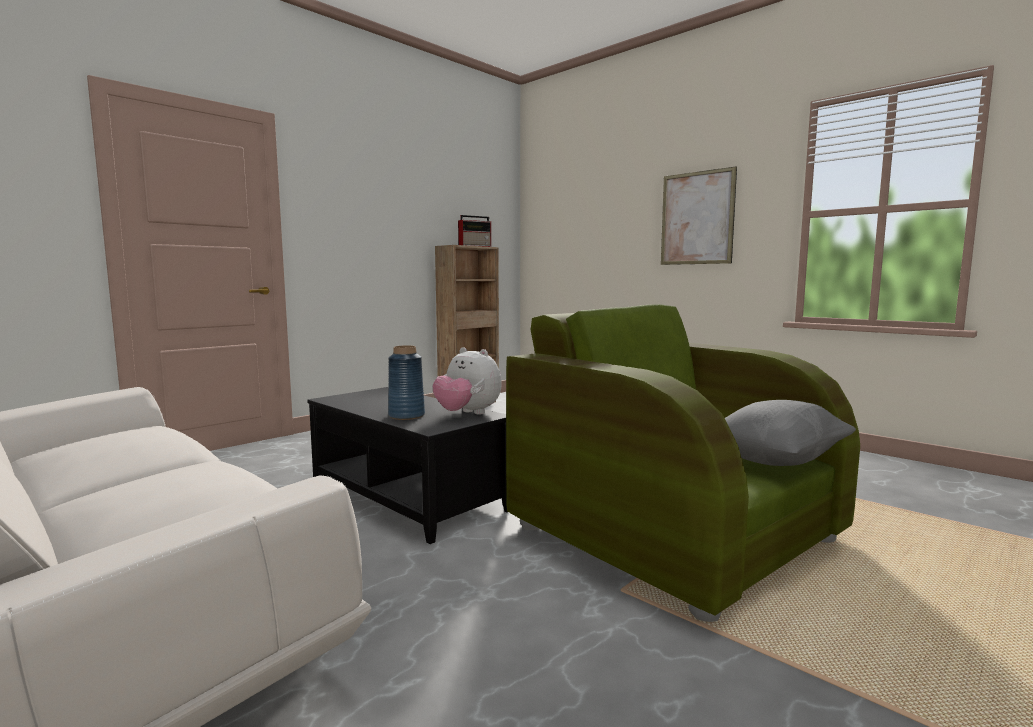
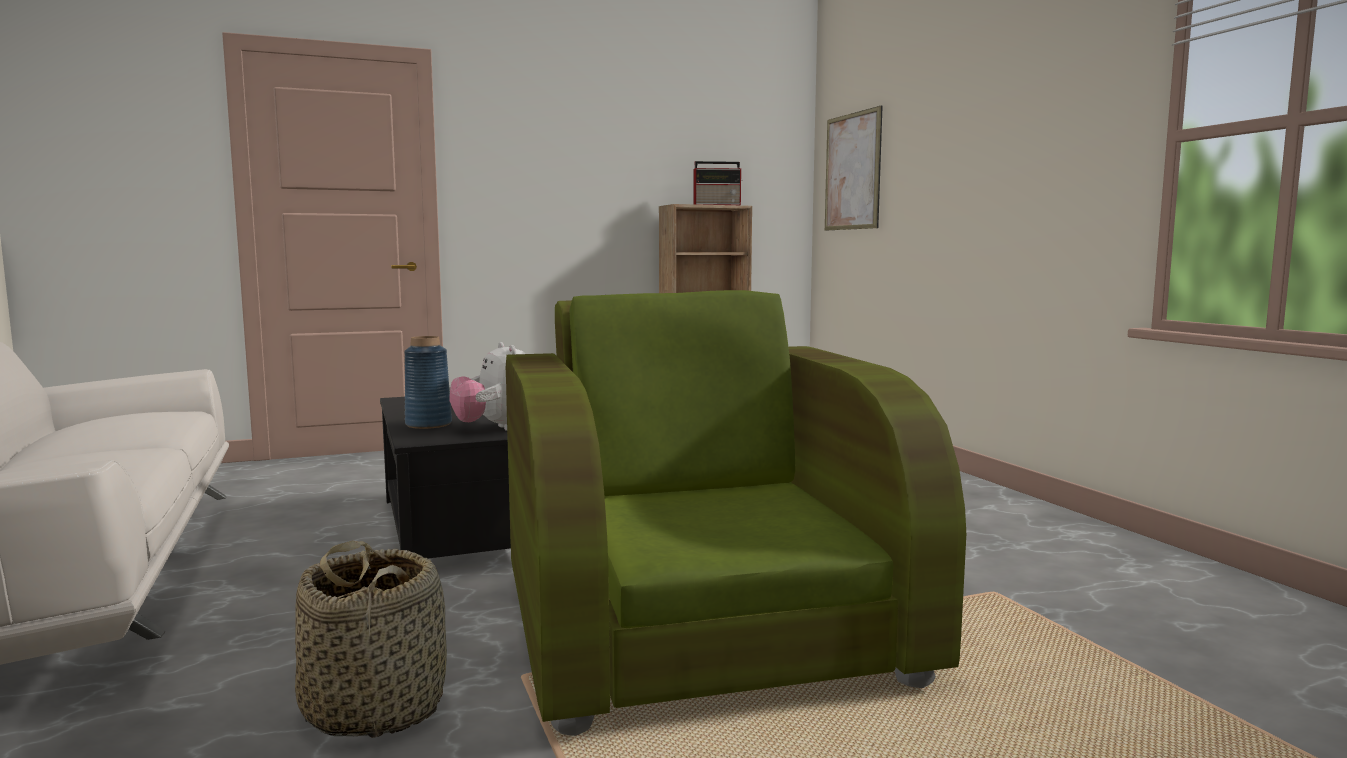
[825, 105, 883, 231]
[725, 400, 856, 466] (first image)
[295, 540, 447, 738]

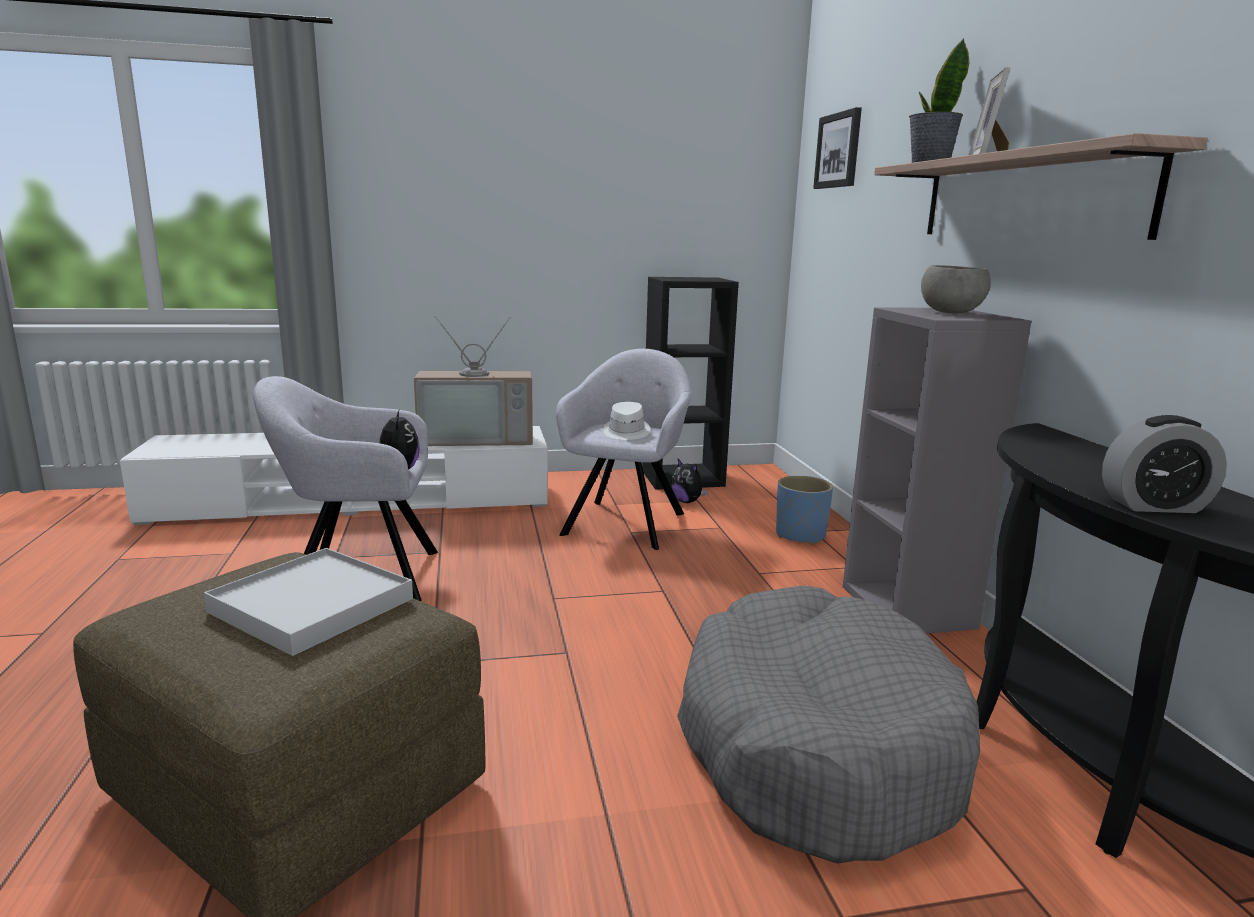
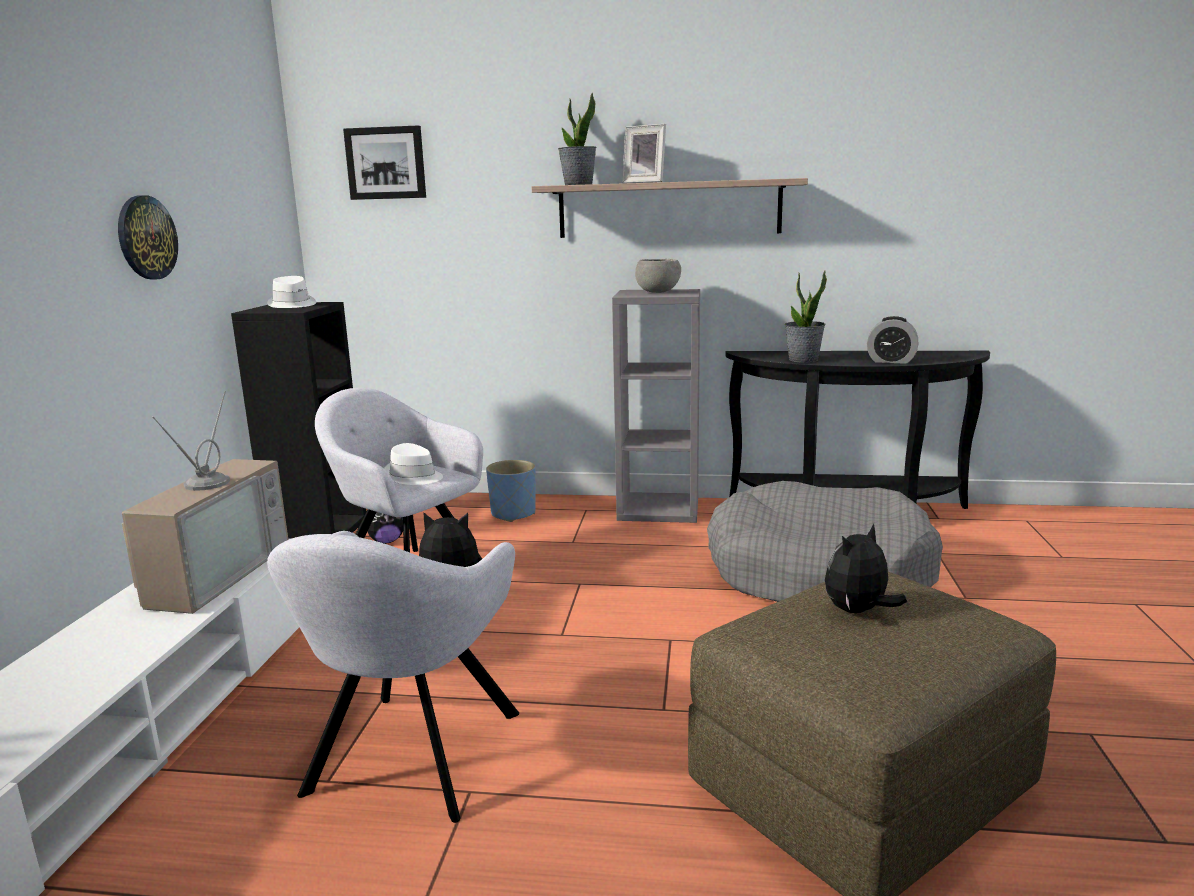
[867, 316, 918, 364]
[825, 523, 907, 613]
[118, 195, 178, 280]
[784, 271, 827, 363]
[267, 276, 316, 308]

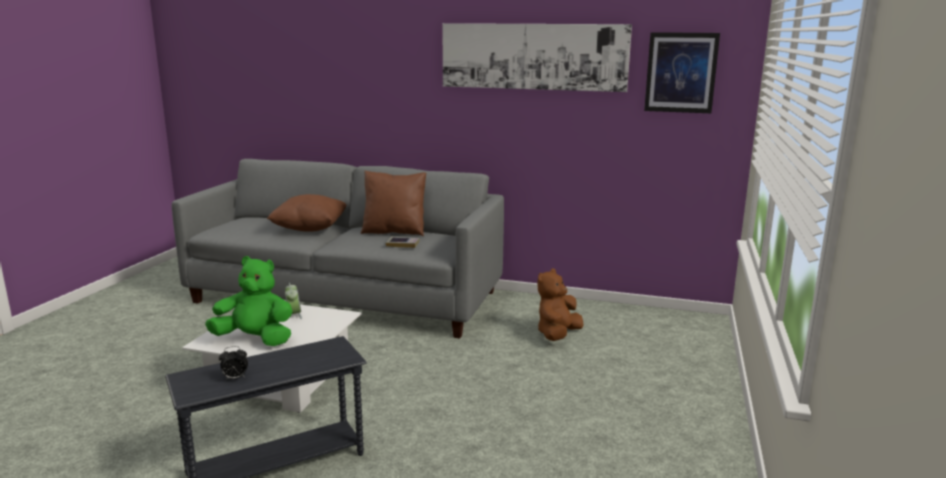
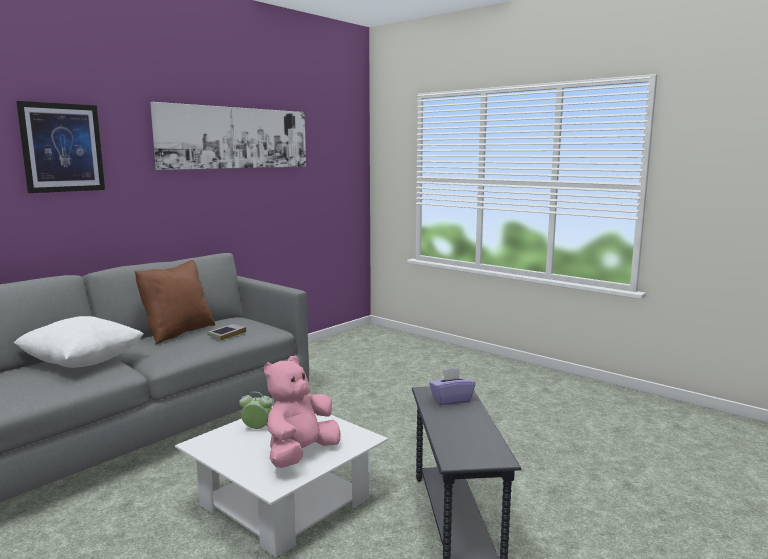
[16, 101, 105, 193]
[13, 316, 144, 368]
[264, 356, 341, 468]
[537, 269, 584, 341] (first image)
[219, 346, 248, 380] (first image)
[429, 368, 476, 405]

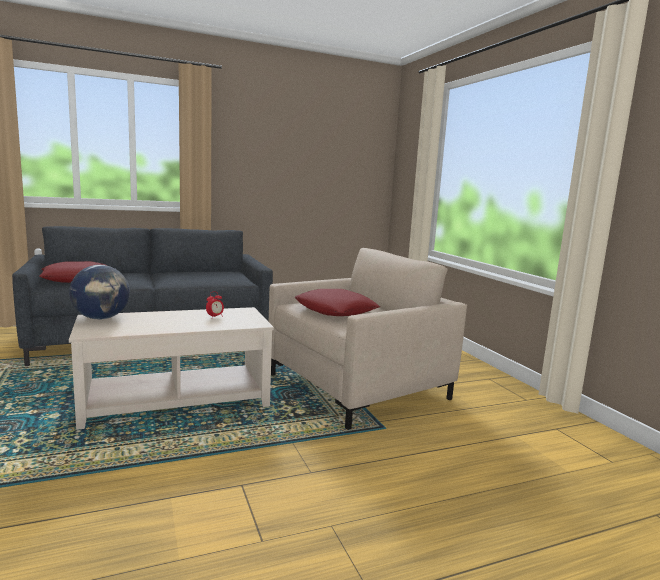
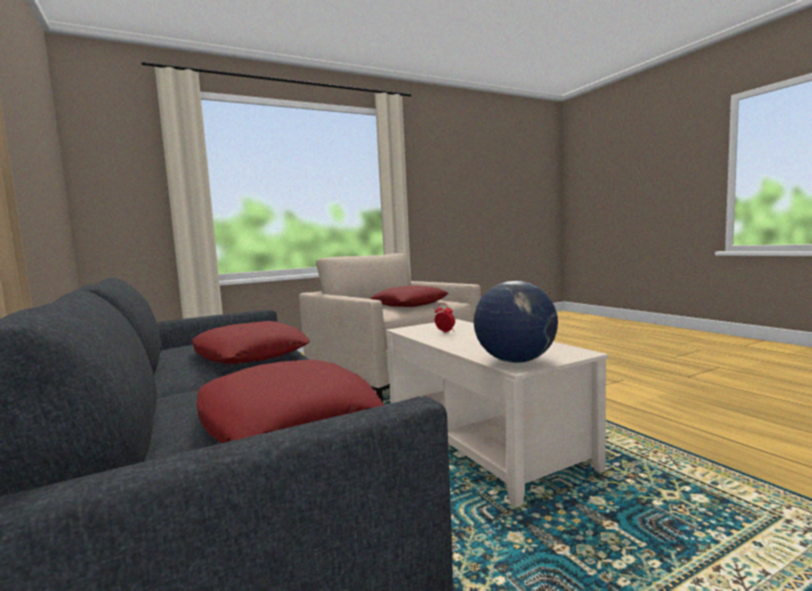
[191, 321, 310, 364]

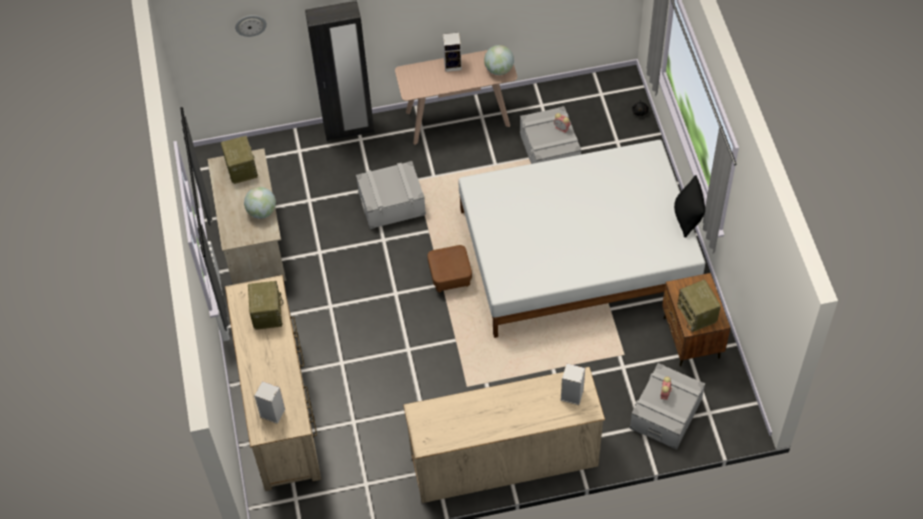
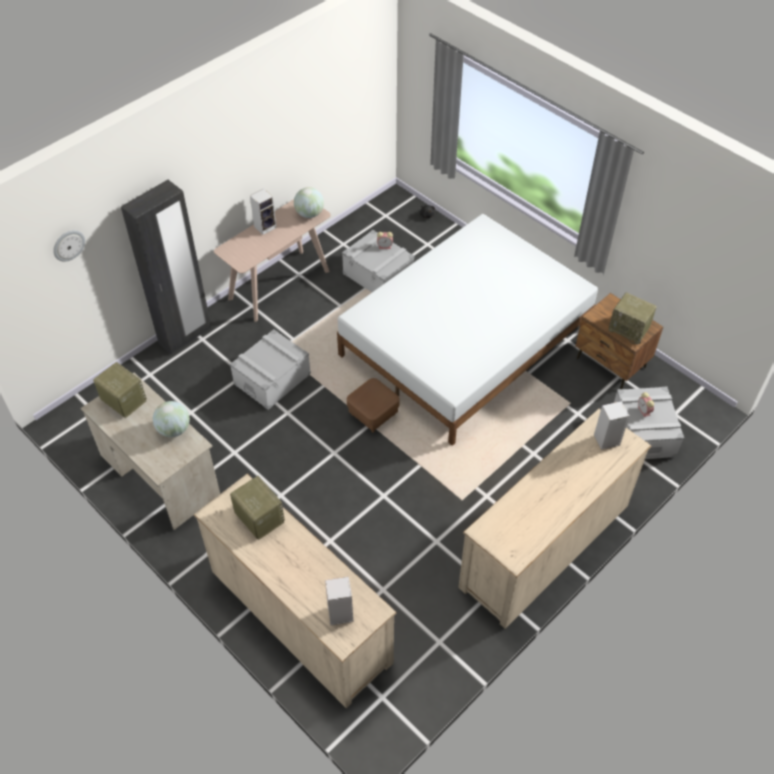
[674, 175, 705, 238] (first image)

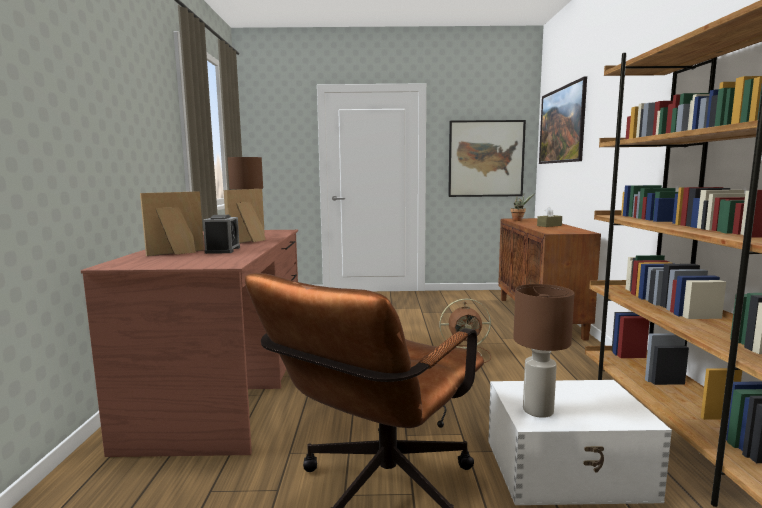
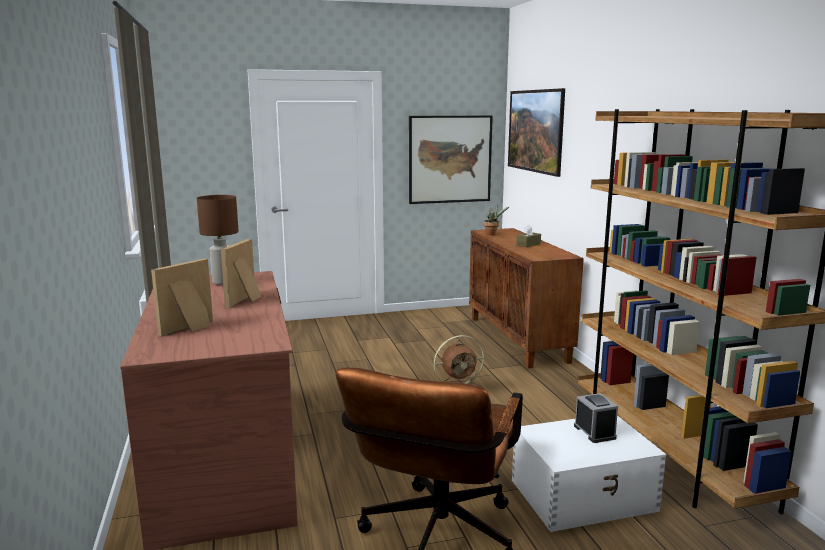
[574, 393, 618, 443]
[513, 284, 574, 418] (first image)

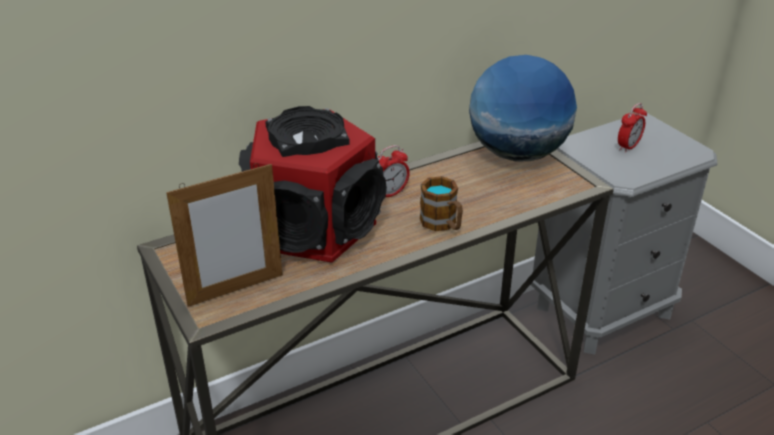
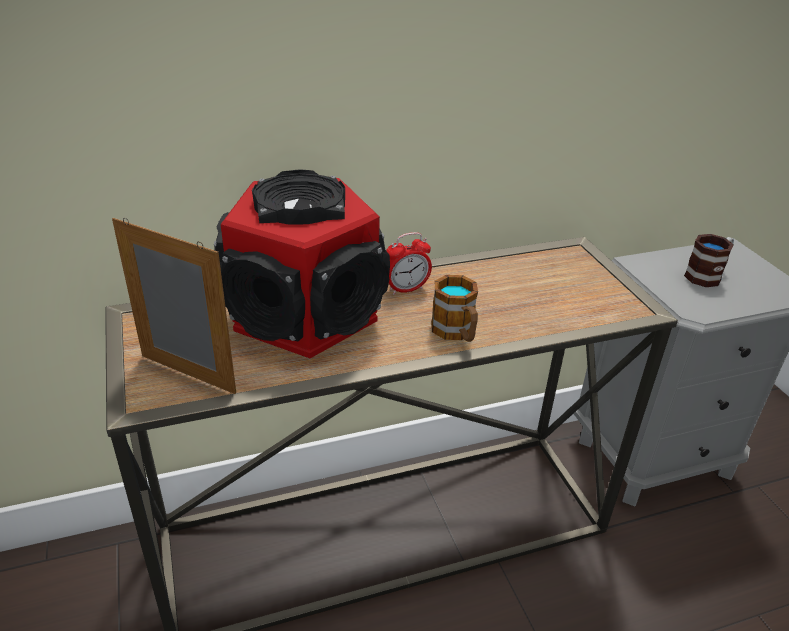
[469, 55, 577, 162] (first image)
[684, 234, 734, 287]
[112, 218, 236, 394]

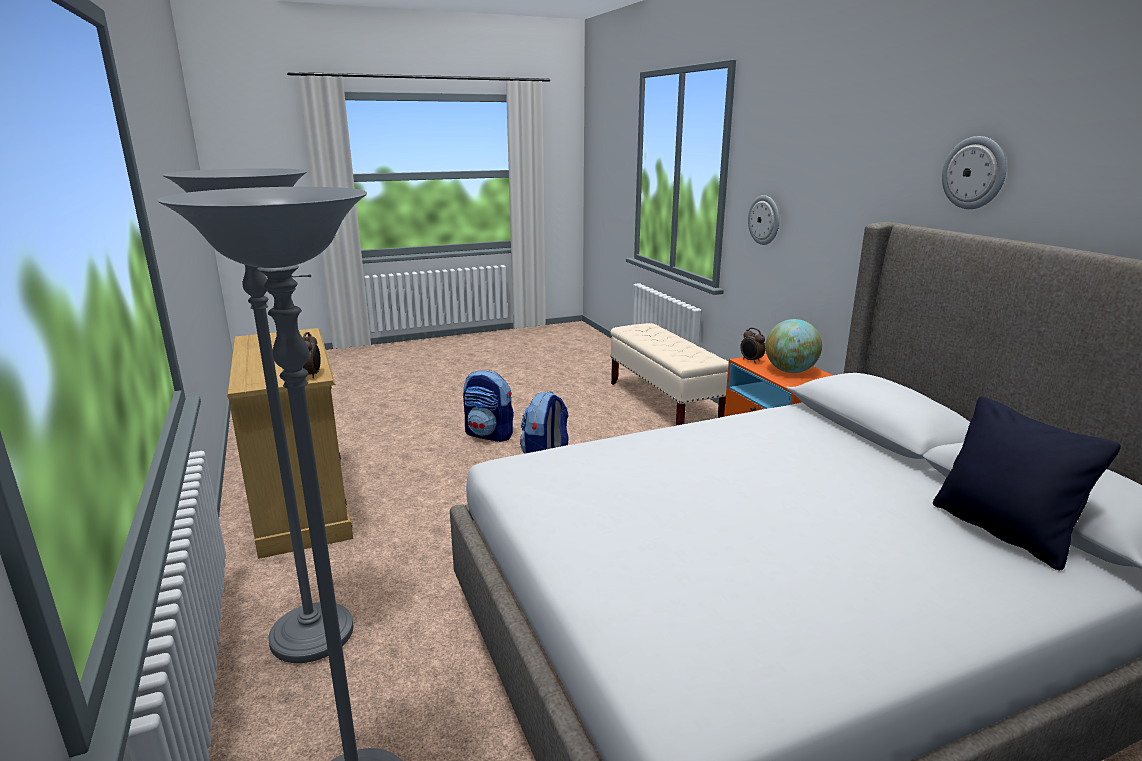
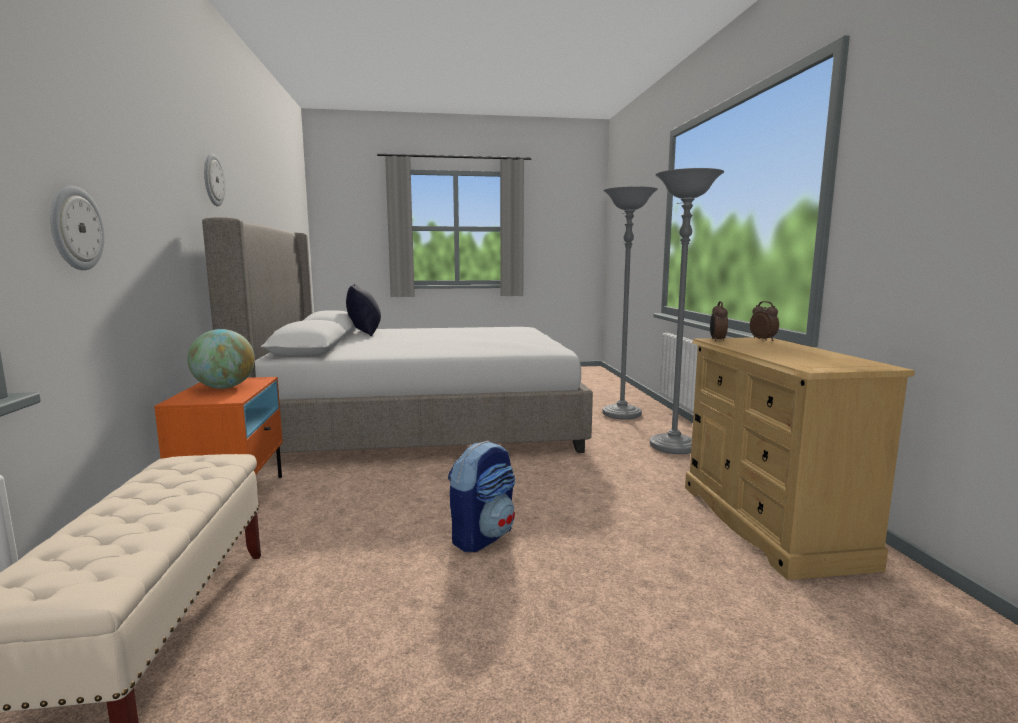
[750, 301, 779, 341]
[463, 370, 514, 442] (first image)

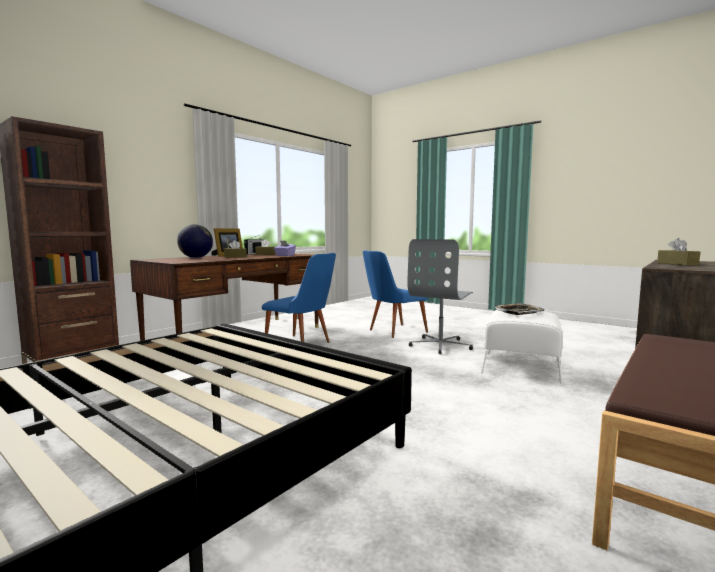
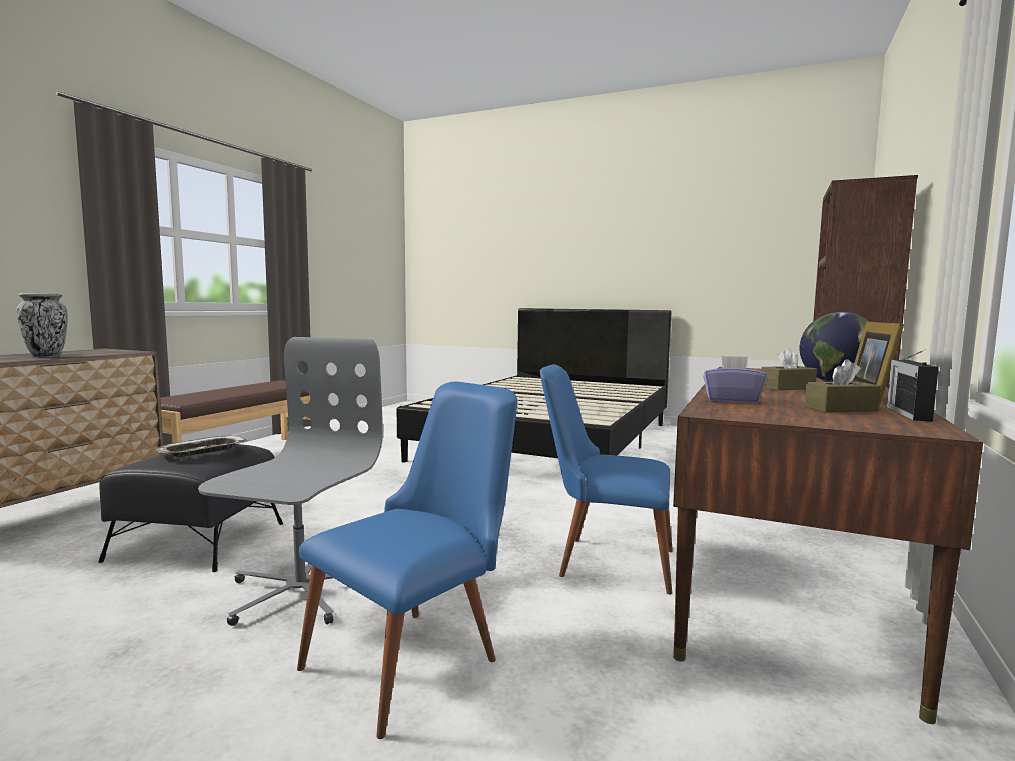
[16, 293, 68, 358]
[98, 444, 283, 572]

